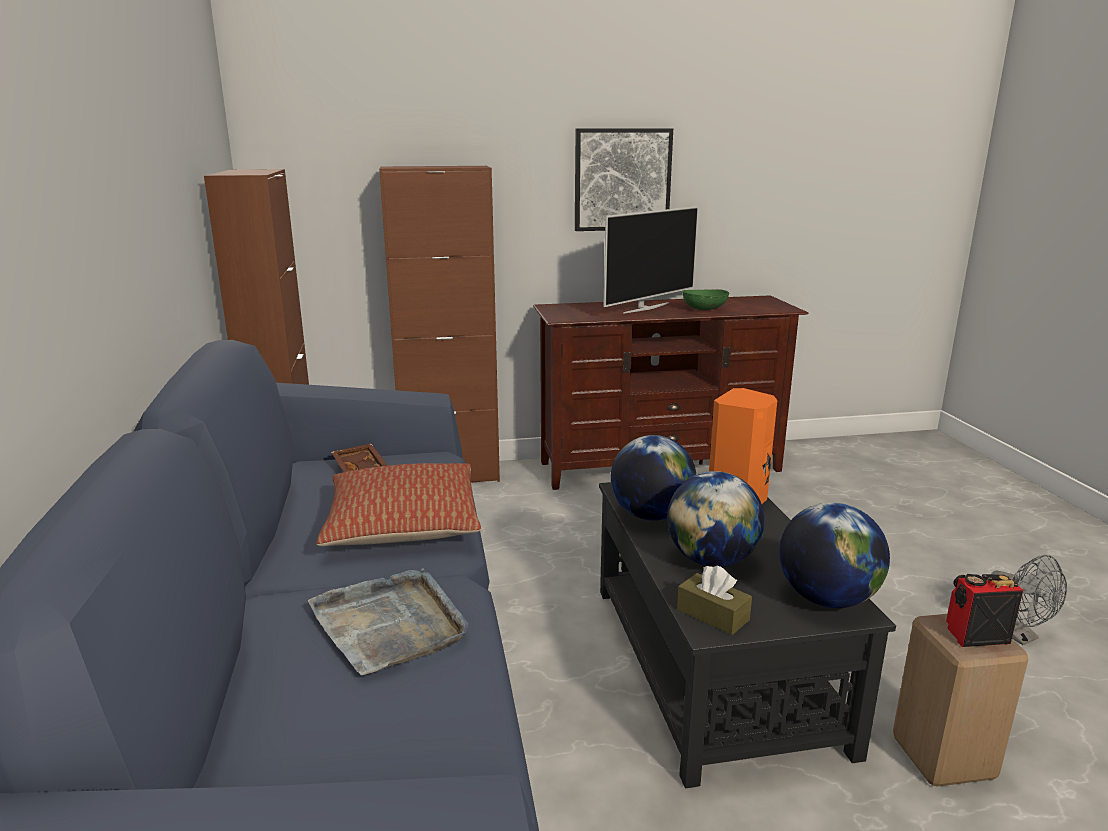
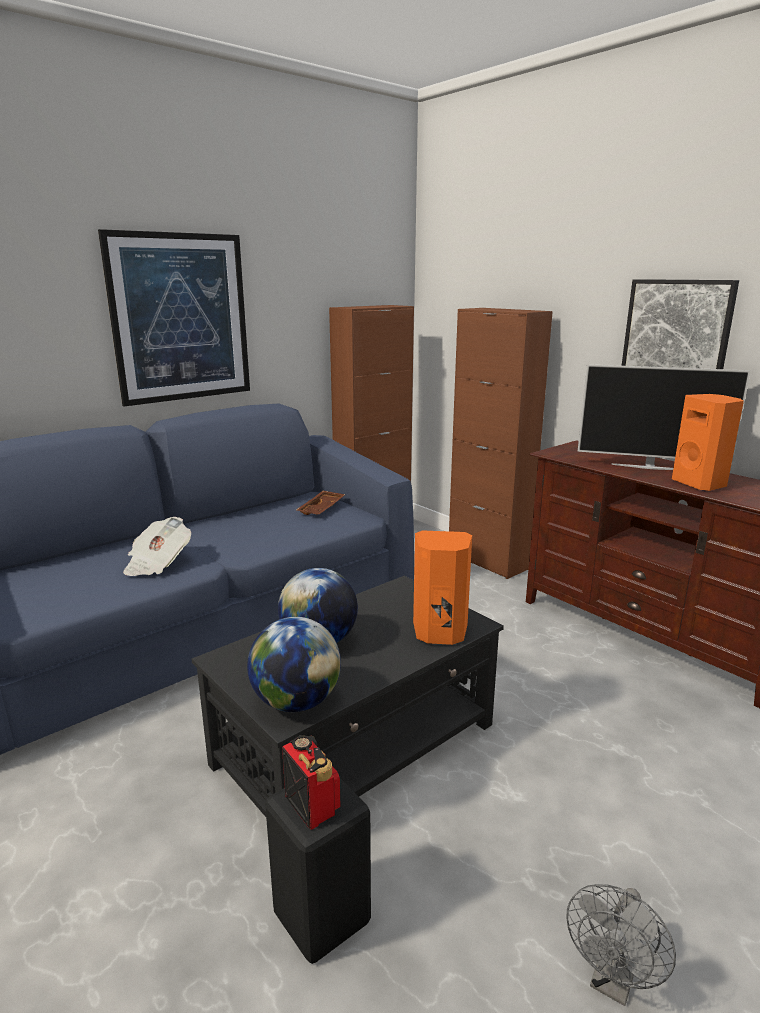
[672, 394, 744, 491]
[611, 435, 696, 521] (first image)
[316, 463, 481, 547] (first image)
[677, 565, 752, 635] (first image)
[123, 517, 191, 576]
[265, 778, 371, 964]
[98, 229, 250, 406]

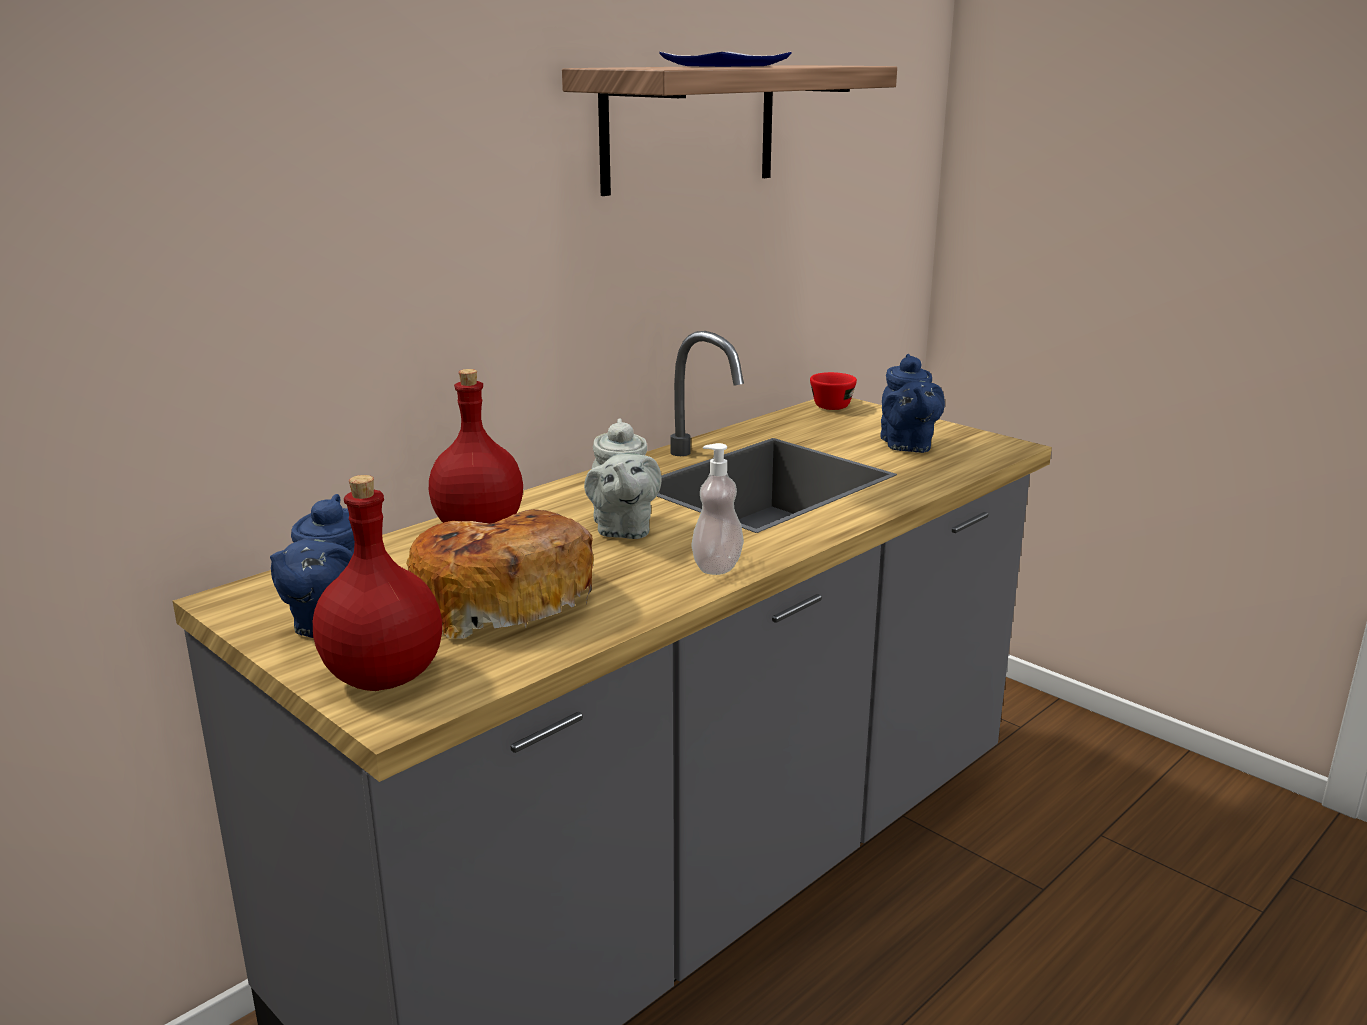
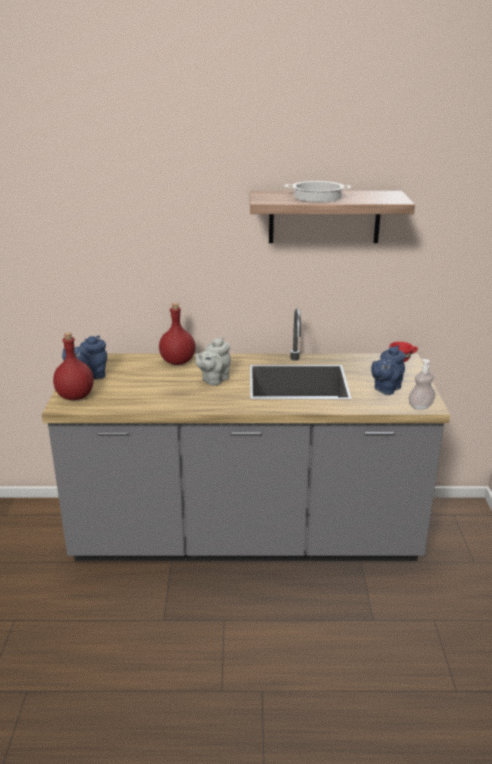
[285, 181, 351, 202]
[408, 359, 435, 410]
[406, 509, 593, 639] (first image)

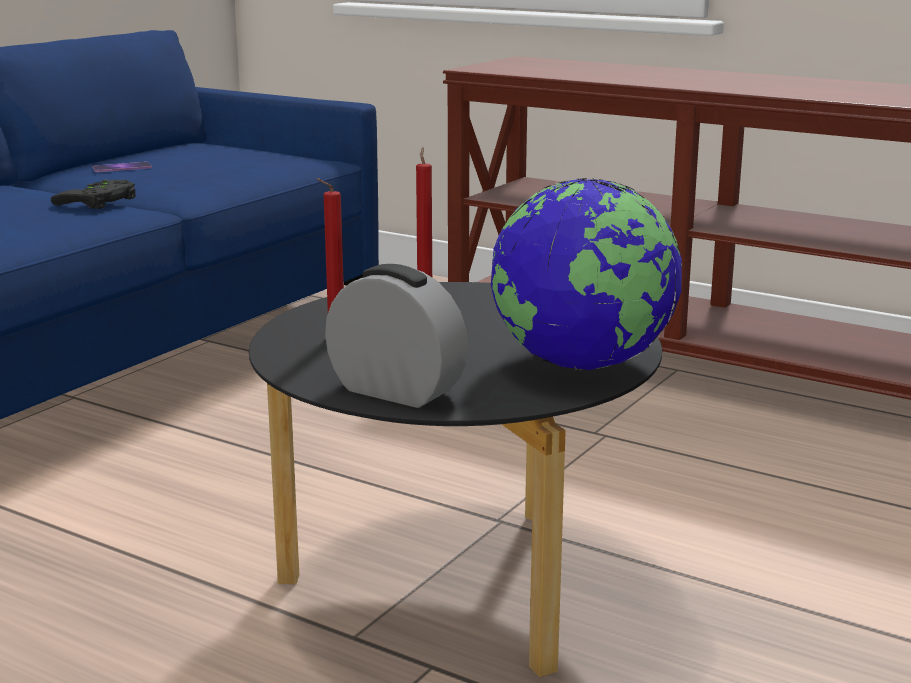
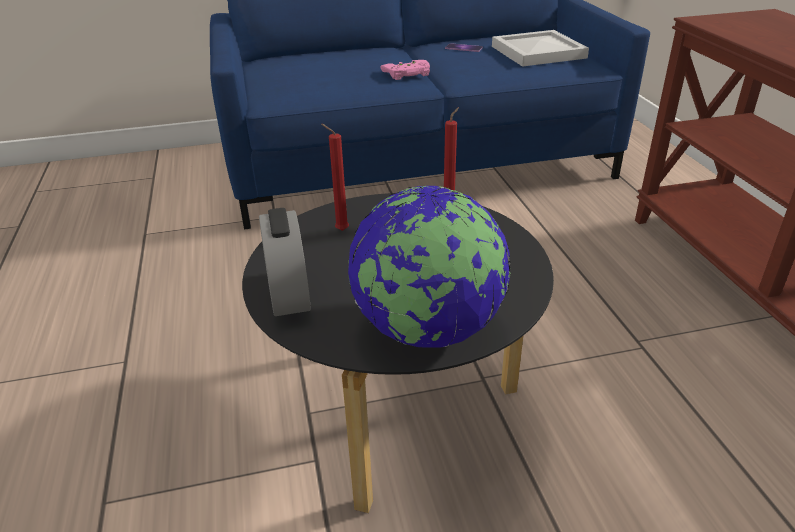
[381, 60, 430, 80]
[492, 30, 589, 67]

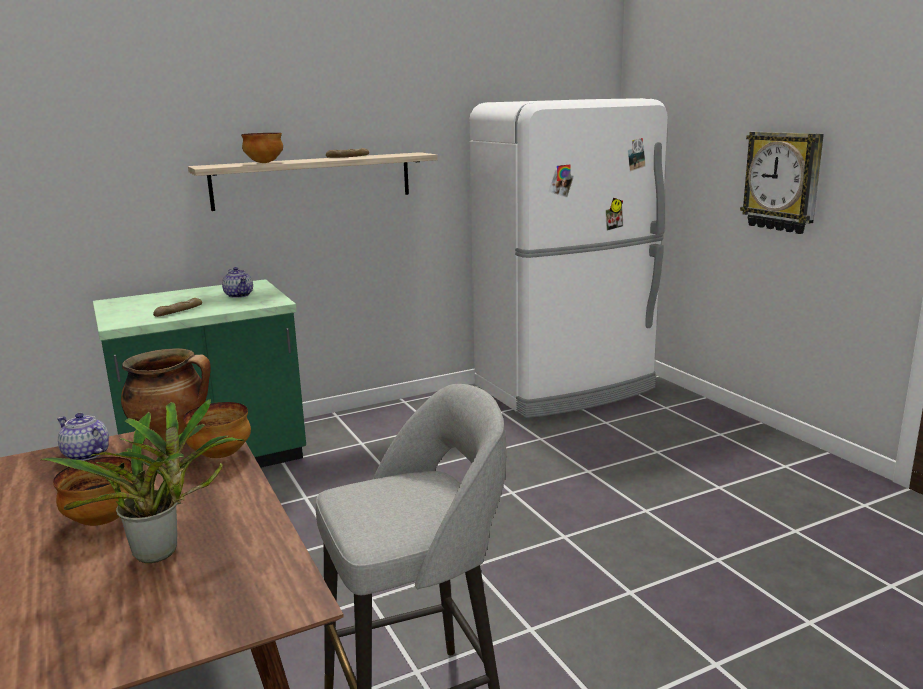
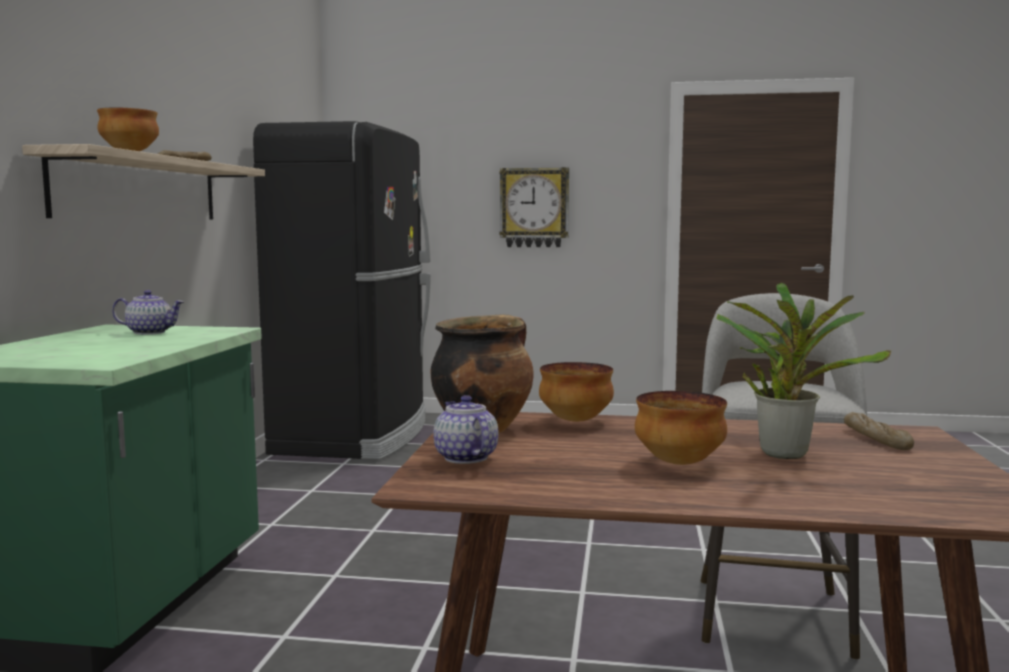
[253, 121, 431, 460]
[844, 412, 914, 450]
[433, 395, 498, 464]

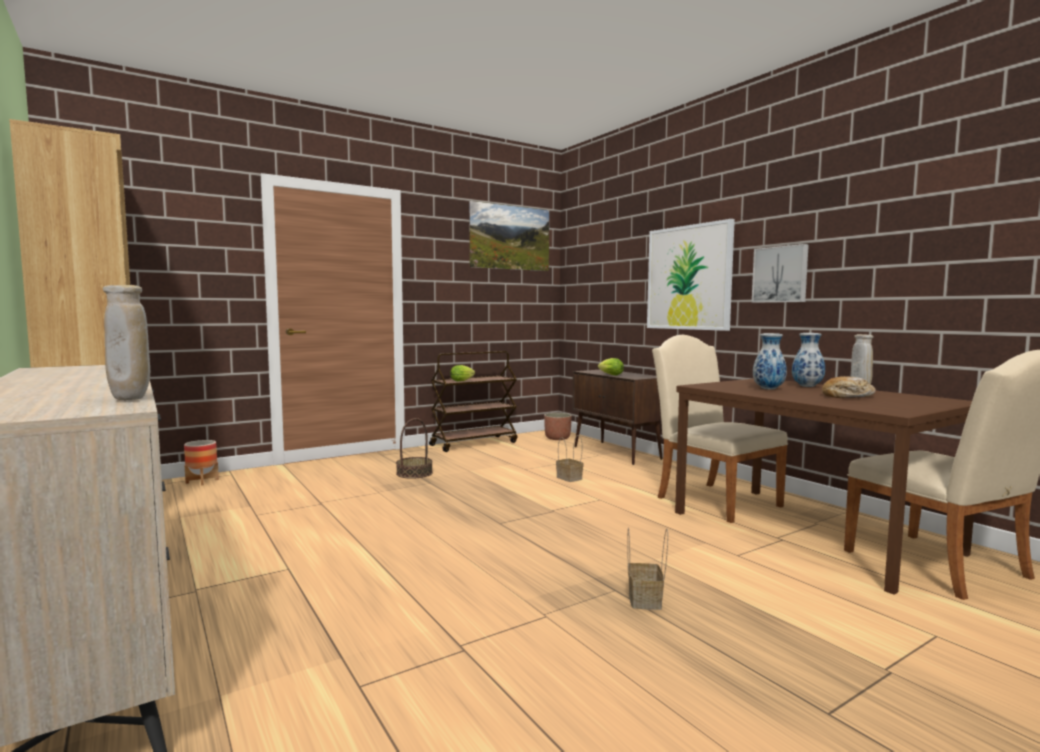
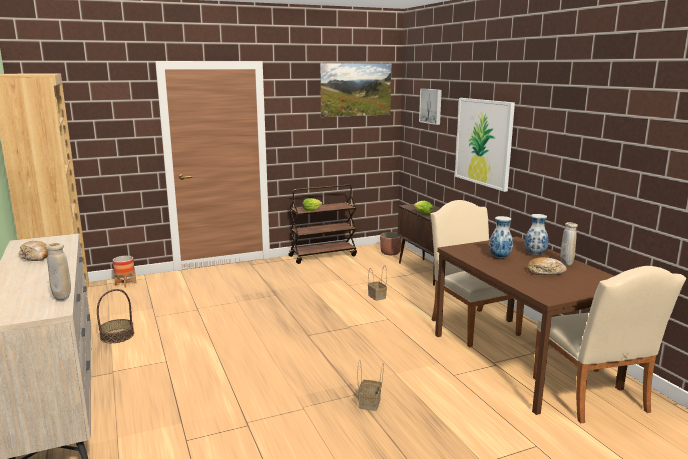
[419, 89, 442, 125]
[97, 289, 134, 343]
[19, 241, 48, 261]

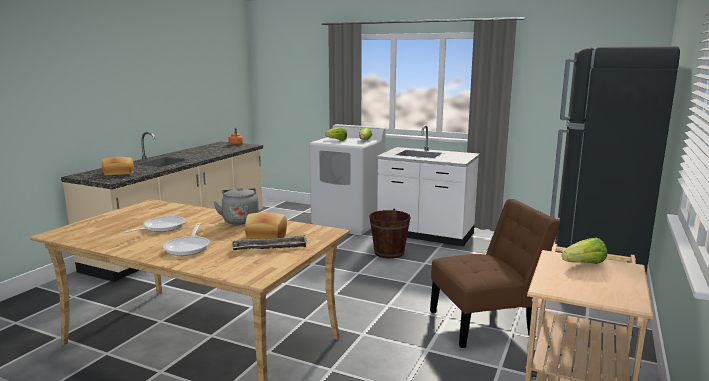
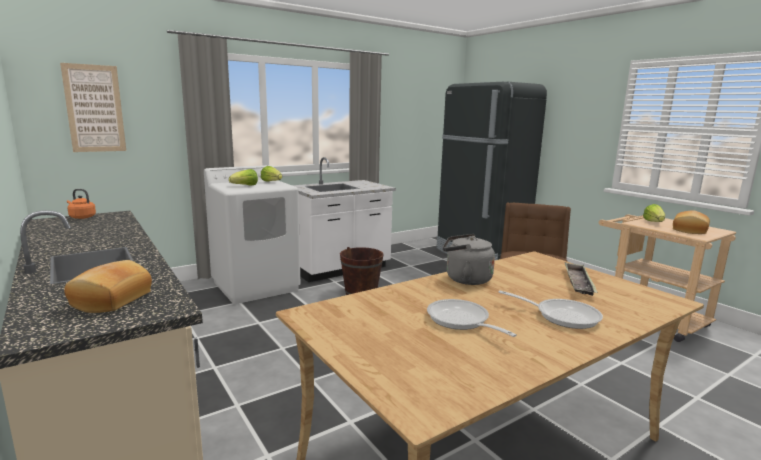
[673, 210, 710, 234]
[60, 63, 126, 152]

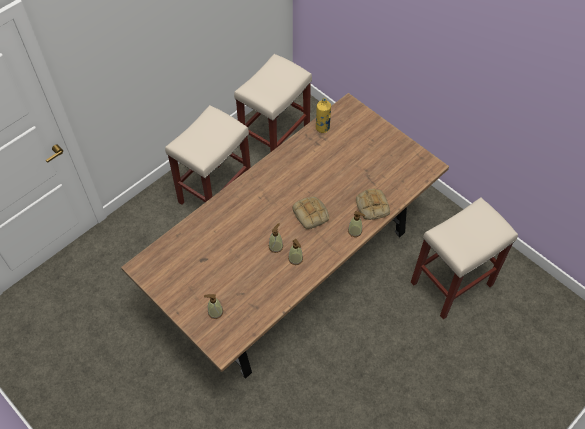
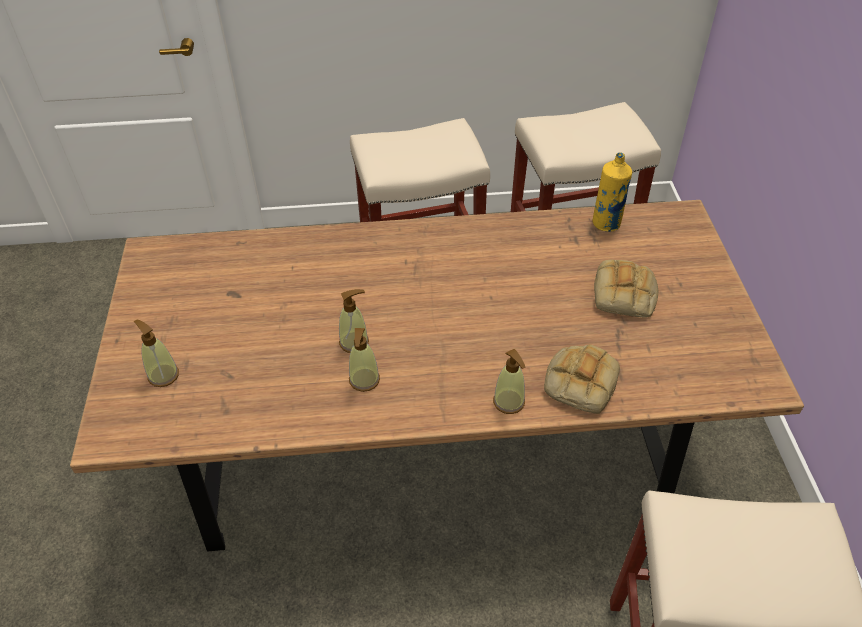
[594, 260, 658, 317]

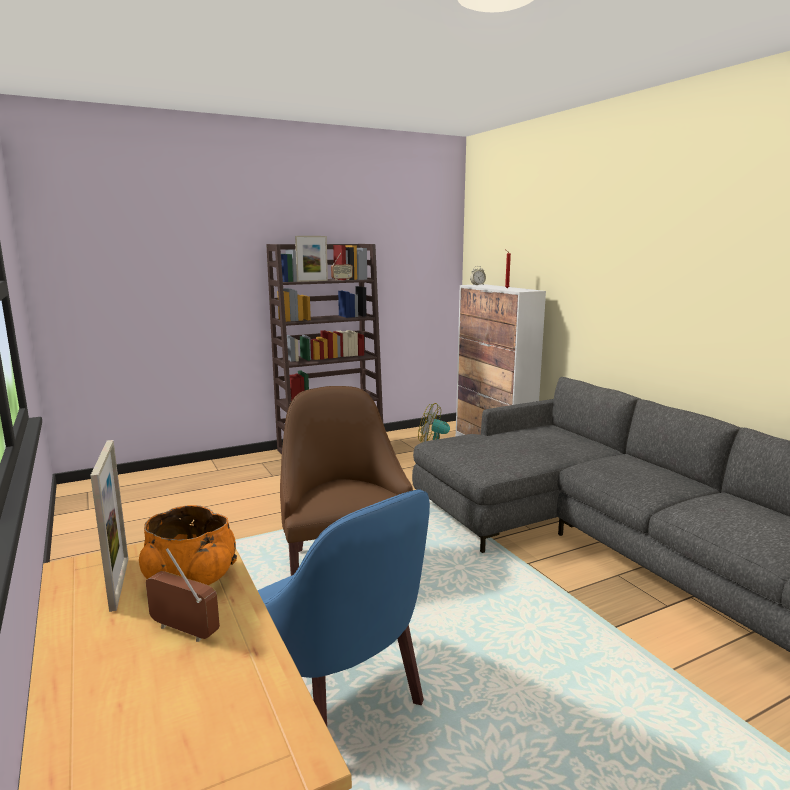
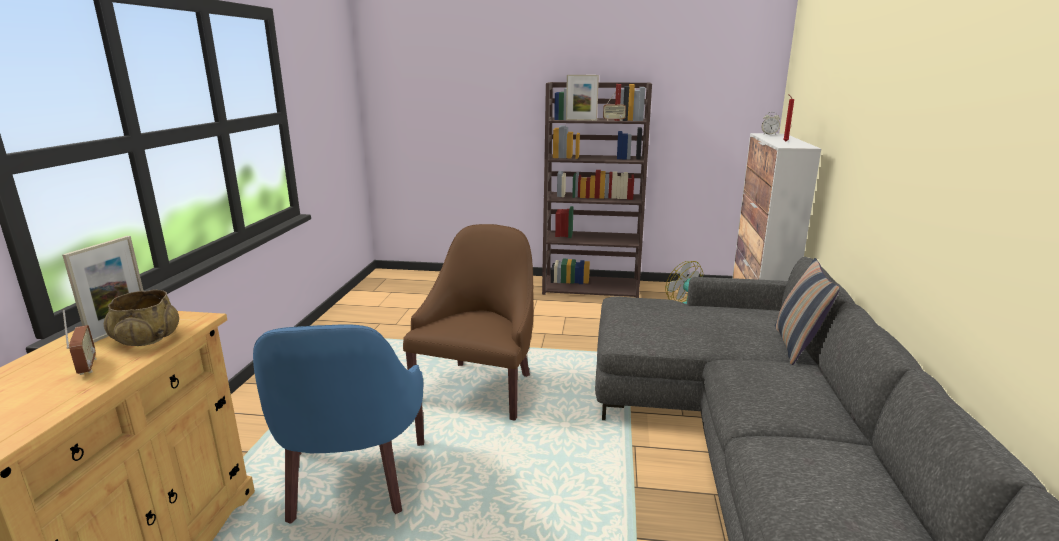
[104, 290, 179, 346]
[774, 258, 840, 365]

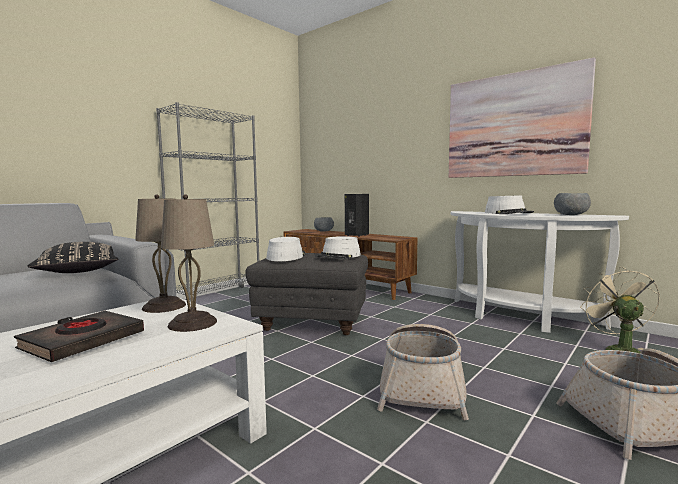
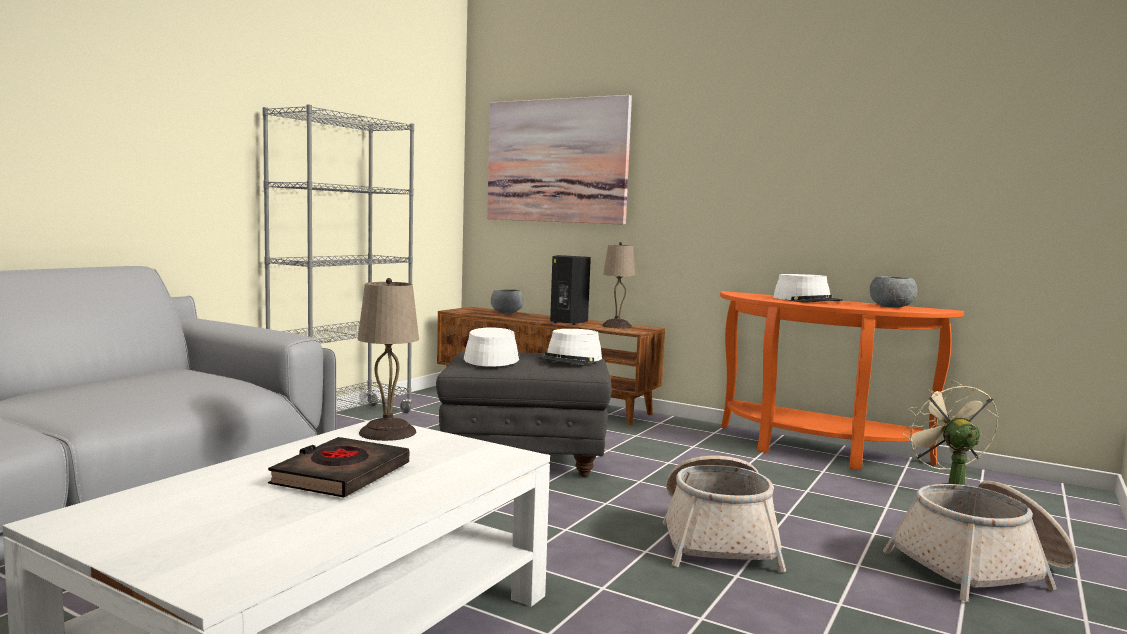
[487, 95, 632, 225]
[602, 242, 635, 328]
[720, 291, 964, 470]
[28, 242, 119, 273] (first image)

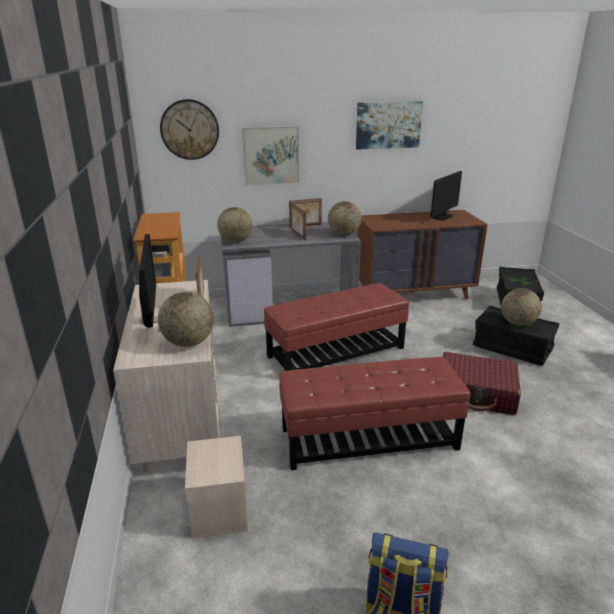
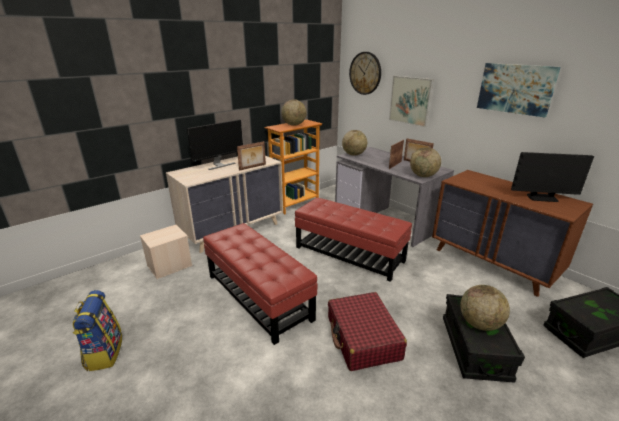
[281, 99, 306, 126]

